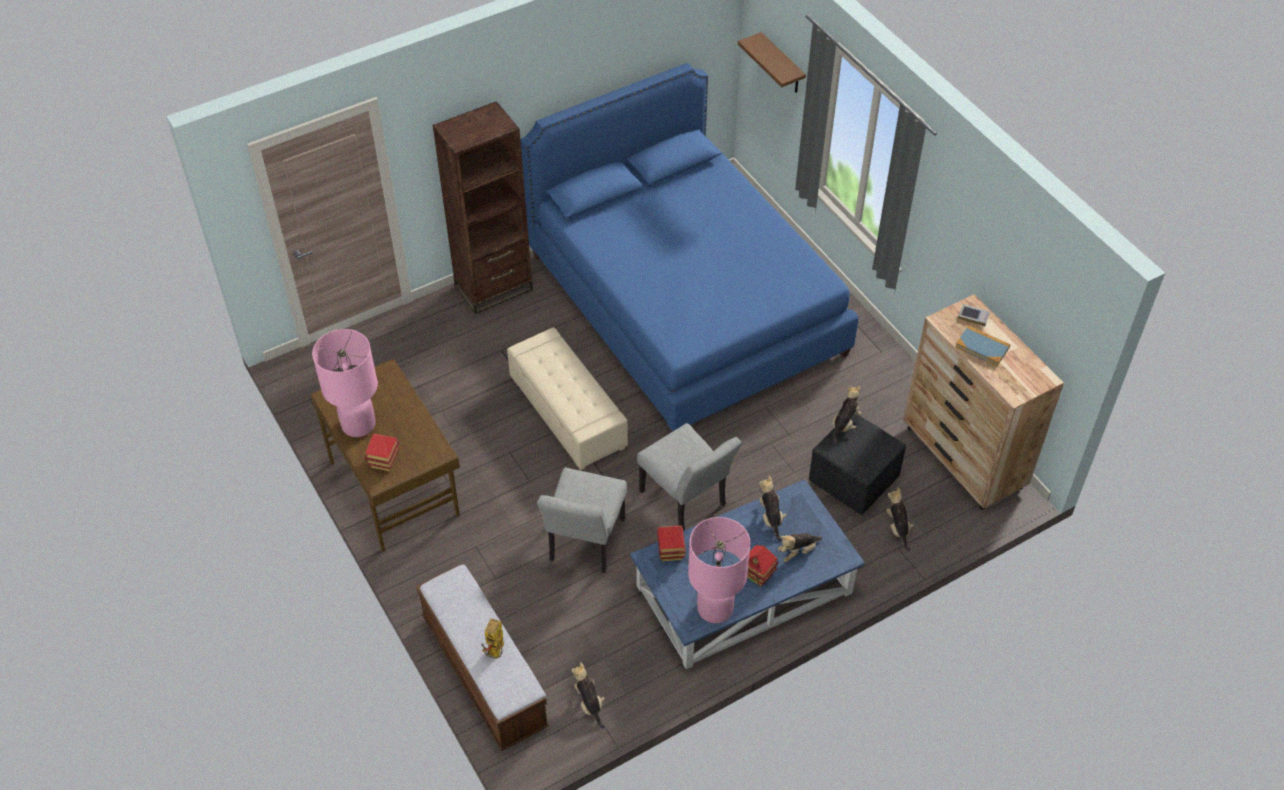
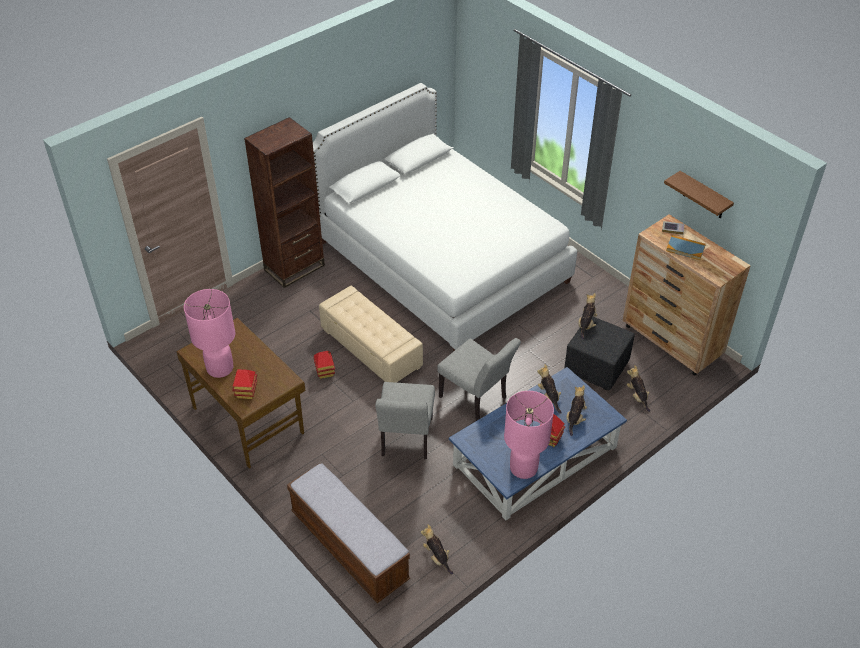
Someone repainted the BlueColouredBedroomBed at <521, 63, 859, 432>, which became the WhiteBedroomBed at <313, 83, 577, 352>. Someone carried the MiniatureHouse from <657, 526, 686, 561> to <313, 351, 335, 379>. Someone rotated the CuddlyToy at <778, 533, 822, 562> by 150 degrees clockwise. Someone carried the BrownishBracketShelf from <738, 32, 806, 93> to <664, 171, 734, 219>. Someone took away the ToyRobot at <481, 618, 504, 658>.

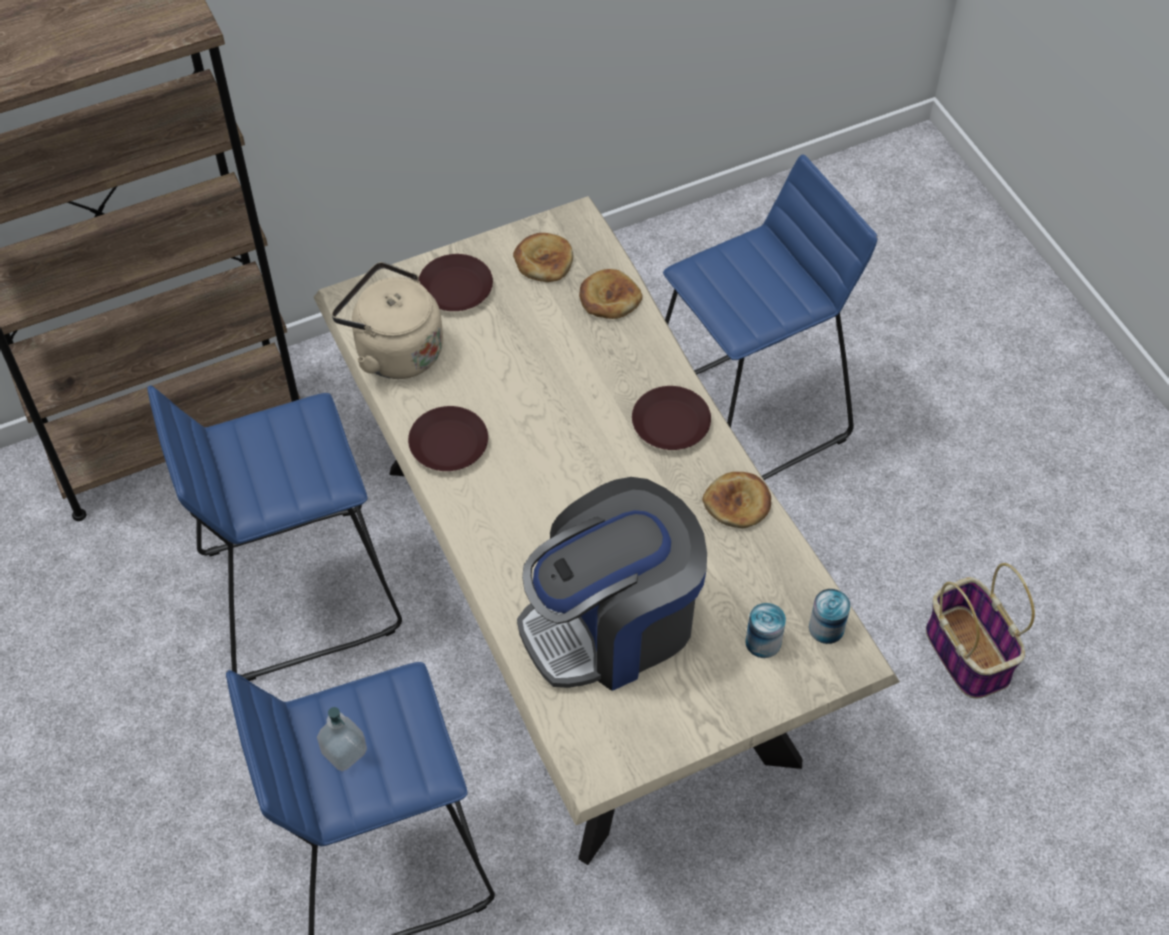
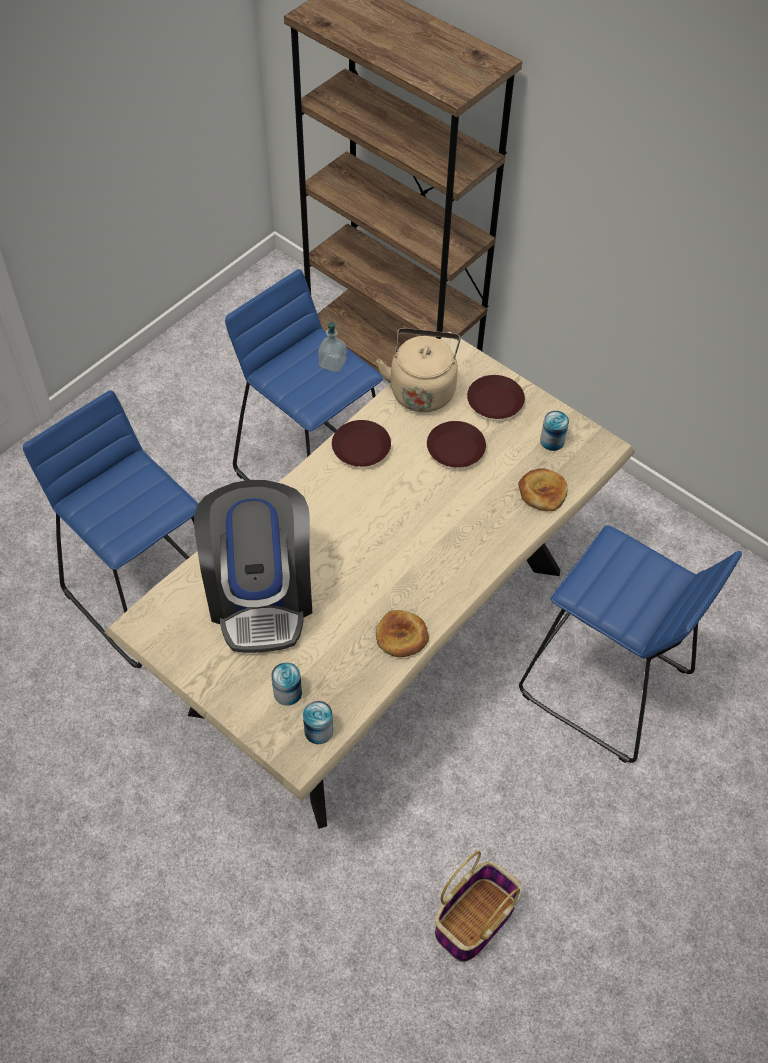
Someone rotated the CoffeeMaker at <517, 477, 707, 691> by 135 degrees counterclockwise. Someone carried the LiquidSoapBottle from <317, 707, 367, 771> to <318, 322, 346, 372>. Someone carried the BrownishPlate from <632, 386, 711, 450> to <427, 421, 486, 468>. Someone swapped the BakeryBread at <513, 233, 573, 282> for the SealedCan at <540, 411, 569, 451>.

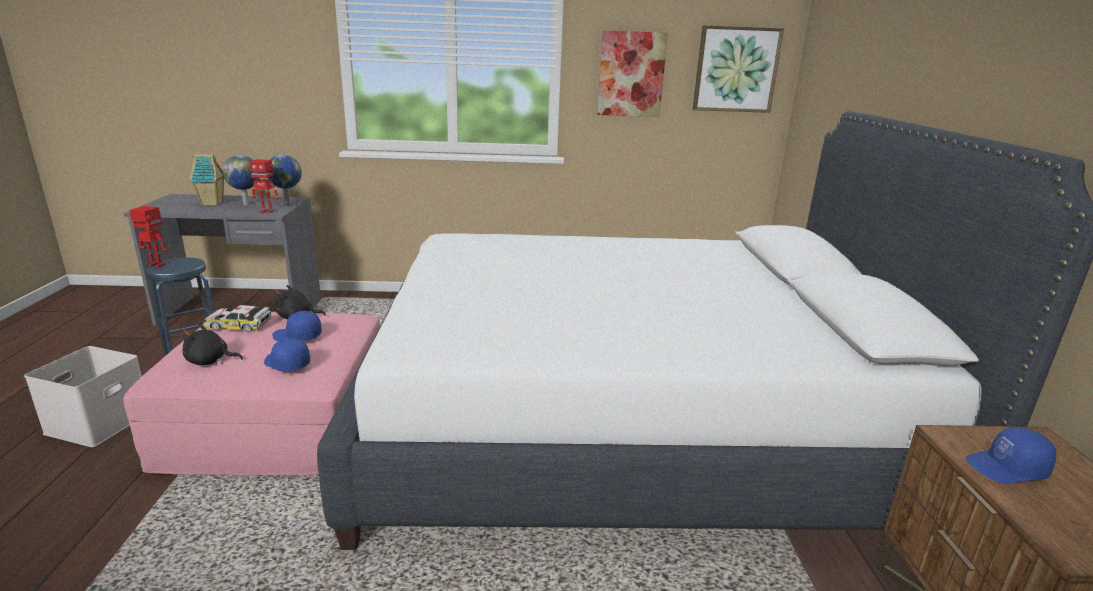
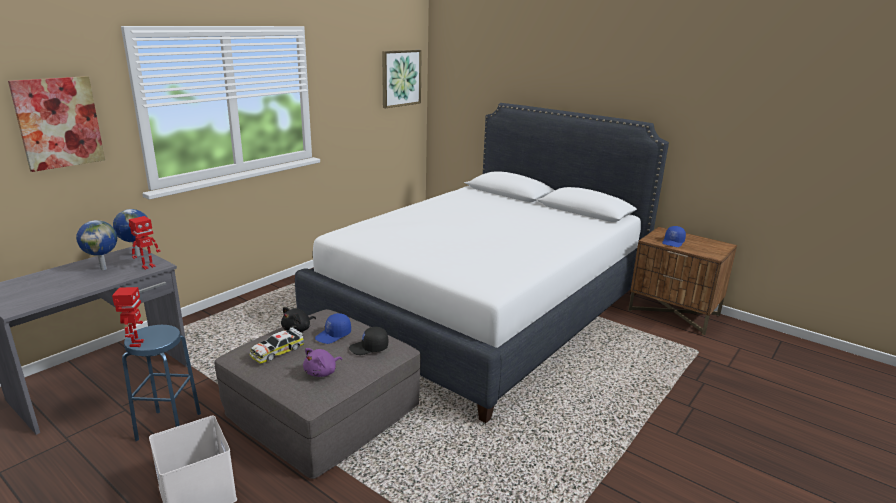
Someone carried the WallPicture from <597, 30, 668, 117> to <8, 76, 105, 172>. Someone rotated the ToyRobot at <129, 206, 170, 267> by 120 degrees clockwise. Someone repainted the PinkishPouffe at <123, 312, 380, 476>, which became the GreyishPouffe at <215, 309, 421, 479>. Someone repainted the BlackColouredCuddlyToy at <183, 323, 243, 365>, which became the PurpleCuddlyToy at <303, 348, 342, 377>. Someone repainted the BlueColouredCap at <264, 338, 310, 371>, which became the BlackColouredCap at <349, 327, 388, 355>. Someone took away the MiniatureHouse at <189, 154, 224, 205>.

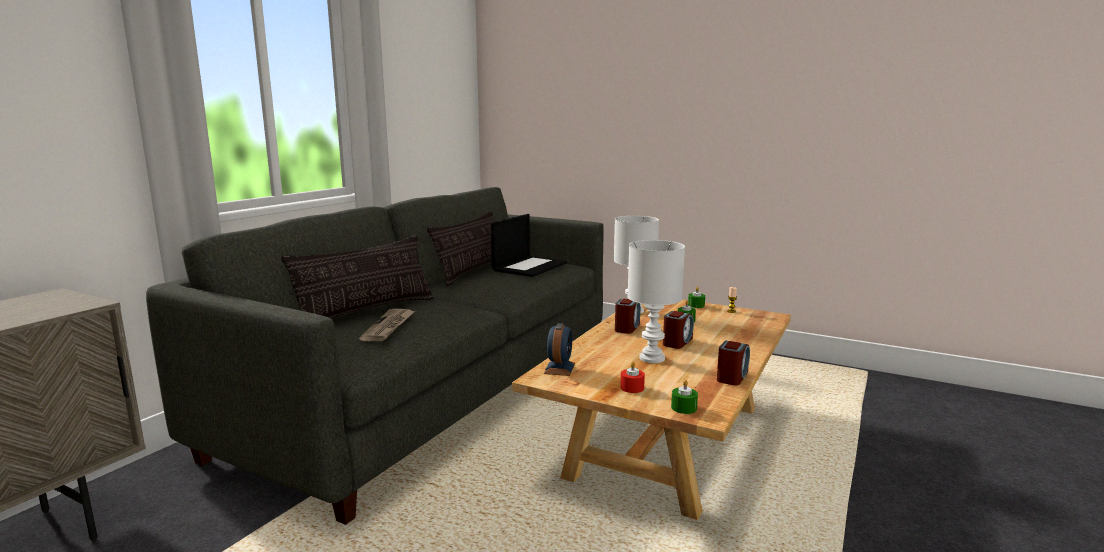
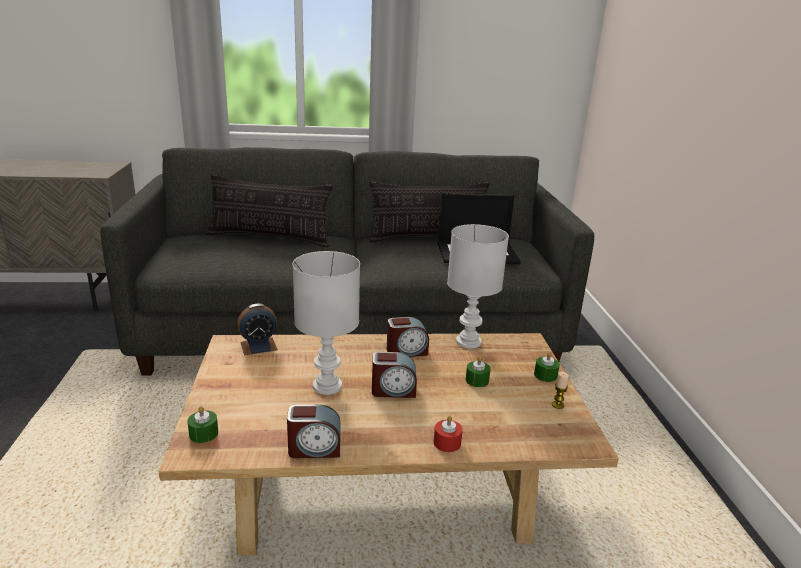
Someone carried the RedWaxCandle from <620, 361, 645, 393> to <434, 416, 463, 452>. Someone took away the Newspaper at <359, 309, 415, 341>.

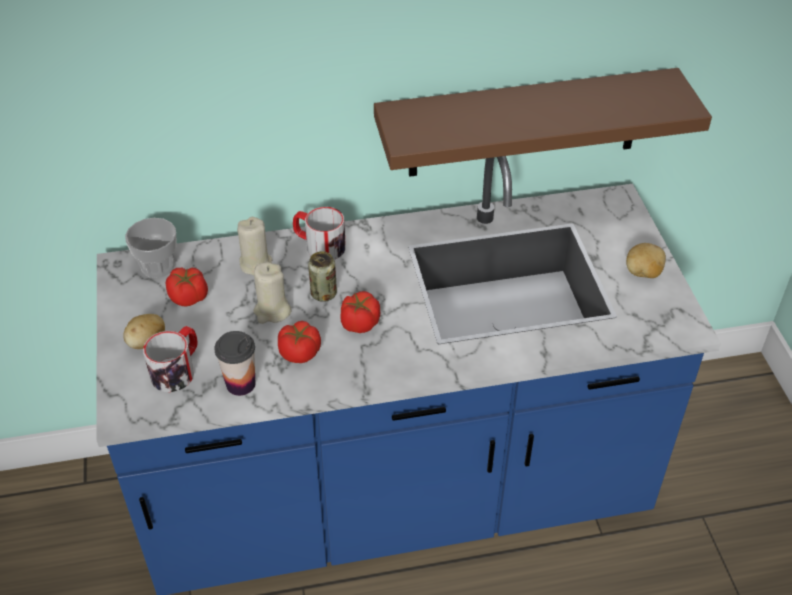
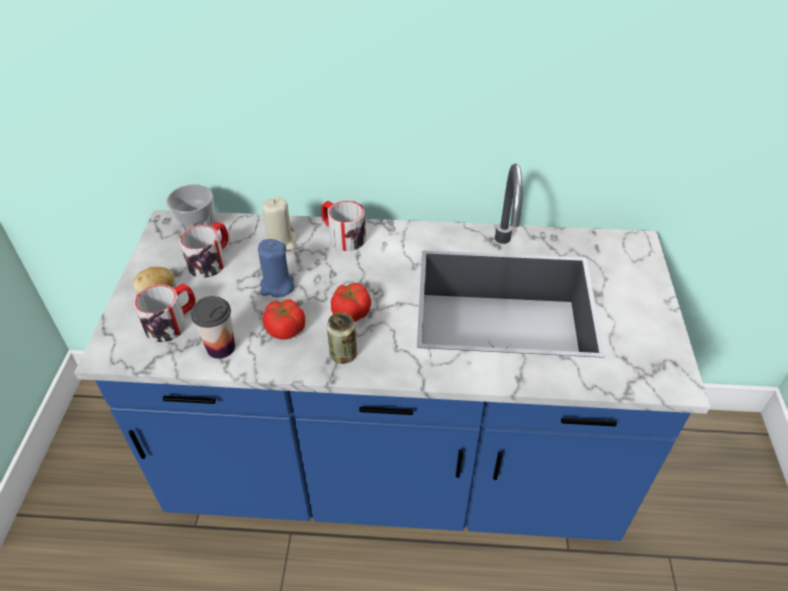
Someone swapped the Tomato at <166, 268, 208, 306> for the TeaMug at <179, 222, 229, 278>. Someone repainted the BeigeColouredWaxCandle at <253, 262, 292, 324>, which became the BlueColouredWaxCandle at <258, 239, 294, 297>. Someone carried the SealedCan from <308, 251, 337, 302> to <327, 312, 357, 364>. Someone took away the BrownishBracketShelf at <374, 68, 712, 177>. Someone took away the Spud at <626, 243, 666, 278>.

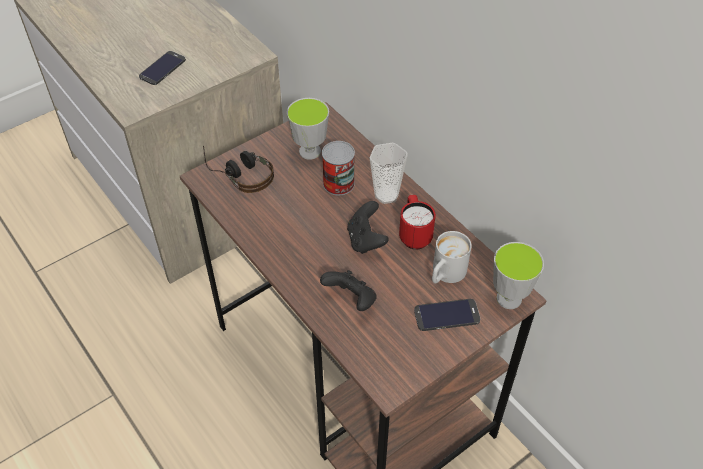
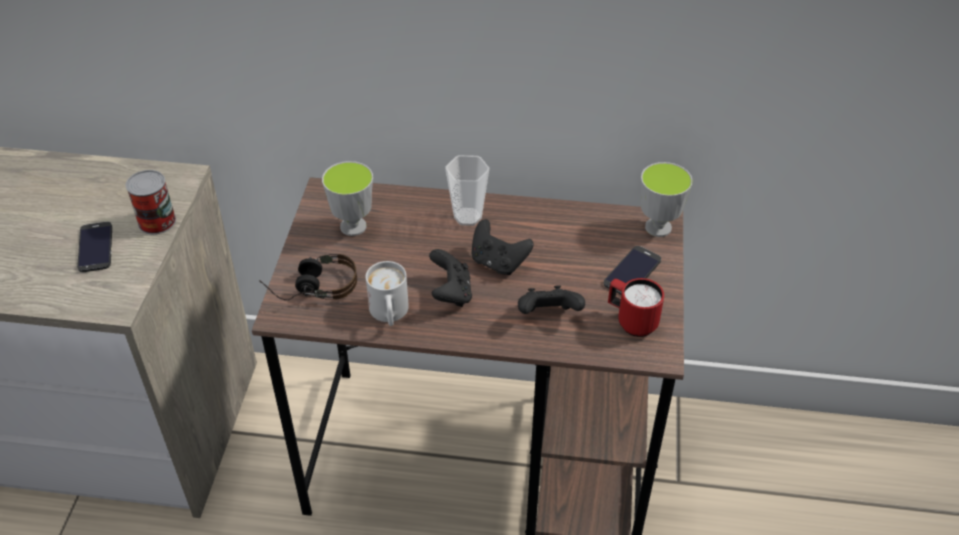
Someone carried the SealedCan from <322, 141, 355, 195> to <126, 170, 176, 234>. Someone carried the WhiteTeaMug from <432, 231, 472, 284> to <366, 261, 409, 326>. Someone put down the BlackColouredGamepad at <429, 249, 472, 307>. Someone carried the RedTeaMug from <399, 195, 436, 249> to <608, 278, 664, 337>.

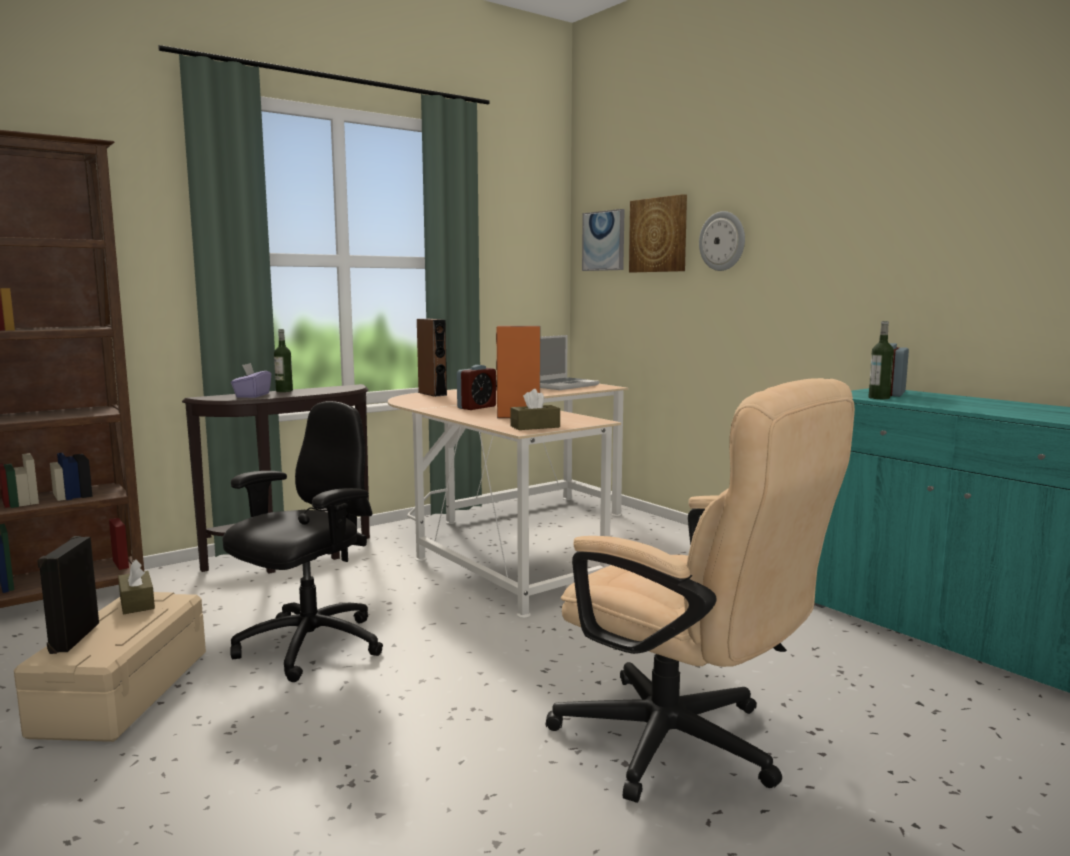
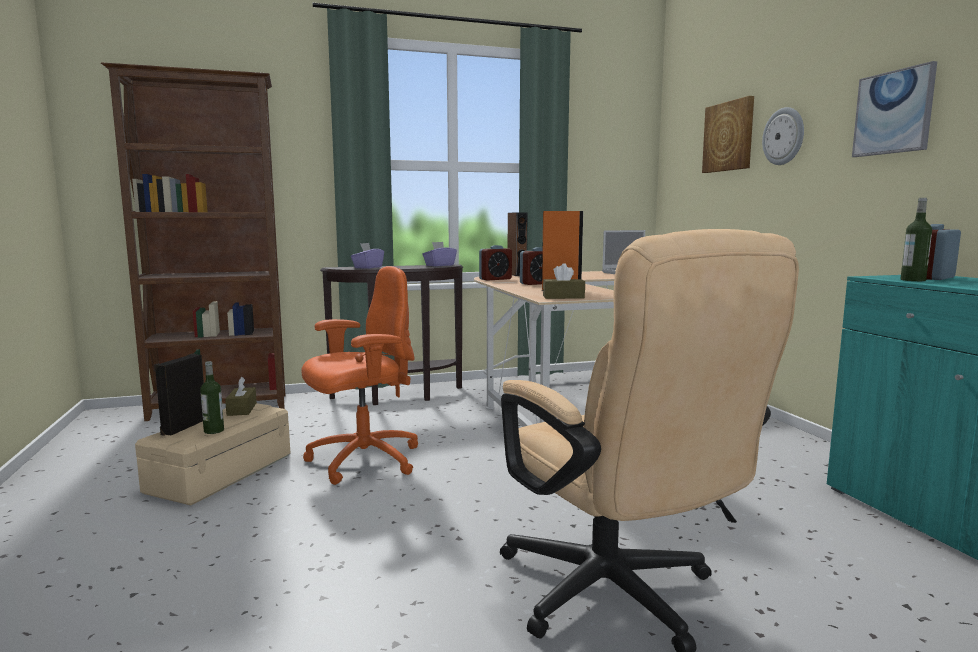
Someone carried the Bottle from <274, 329, 293, 392> to <200, 361, 224, 434>. Someone repainted the BlackColouredDeskChair at <222, 401, 383, 682>, which became the OrangeyDeskChair at <301, 266, 418, 485>. Someone put down the PurpleBoxOfTissues at <422, 242, 457, 266>. Someone put down the BedsideClock at <479, 245, 512, 281>. Someone carried the WallPicture from <582, 209, 625, 271> to <852, 61, 937, 157>.

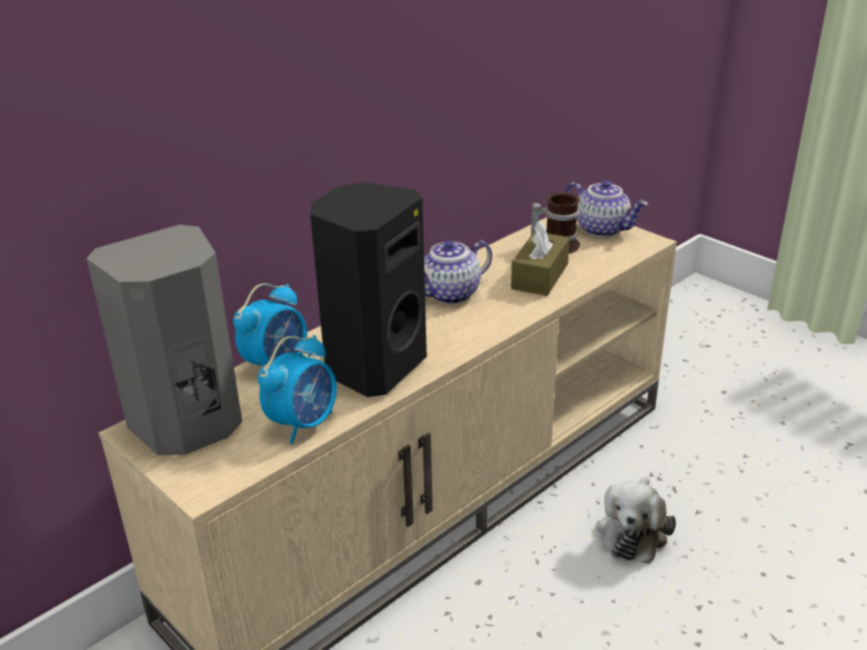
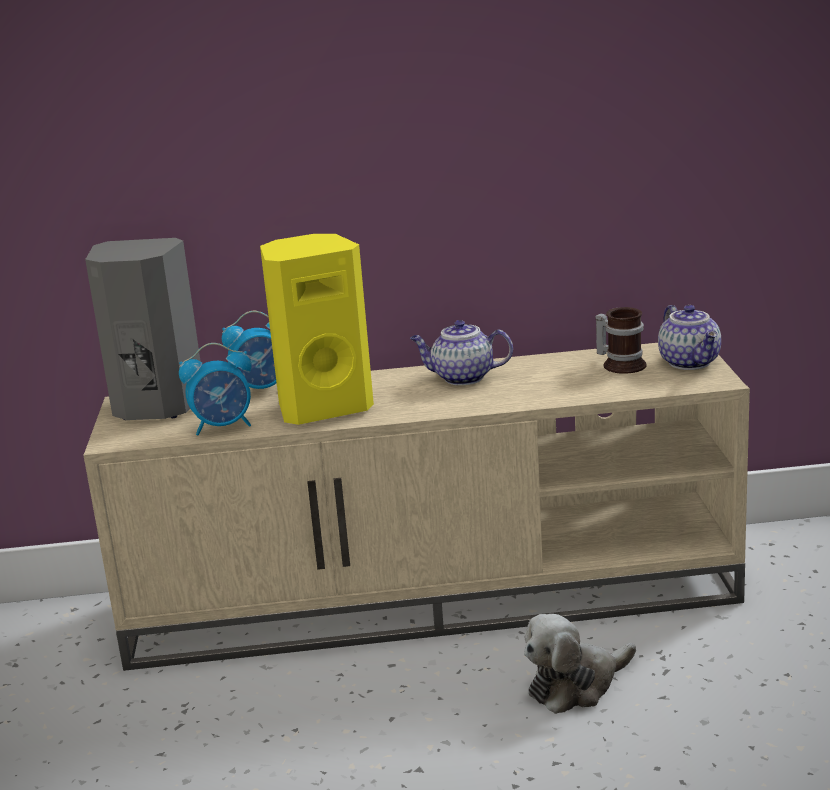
Someone repainted the BlackColouredSpeaker at <310, 182, 427, 397>, which became the YellowishSpeaker at <260, 234, 374, 425>. Someone took away the BrownishBoxOfTissues at <511, 220, 570, 296>.

